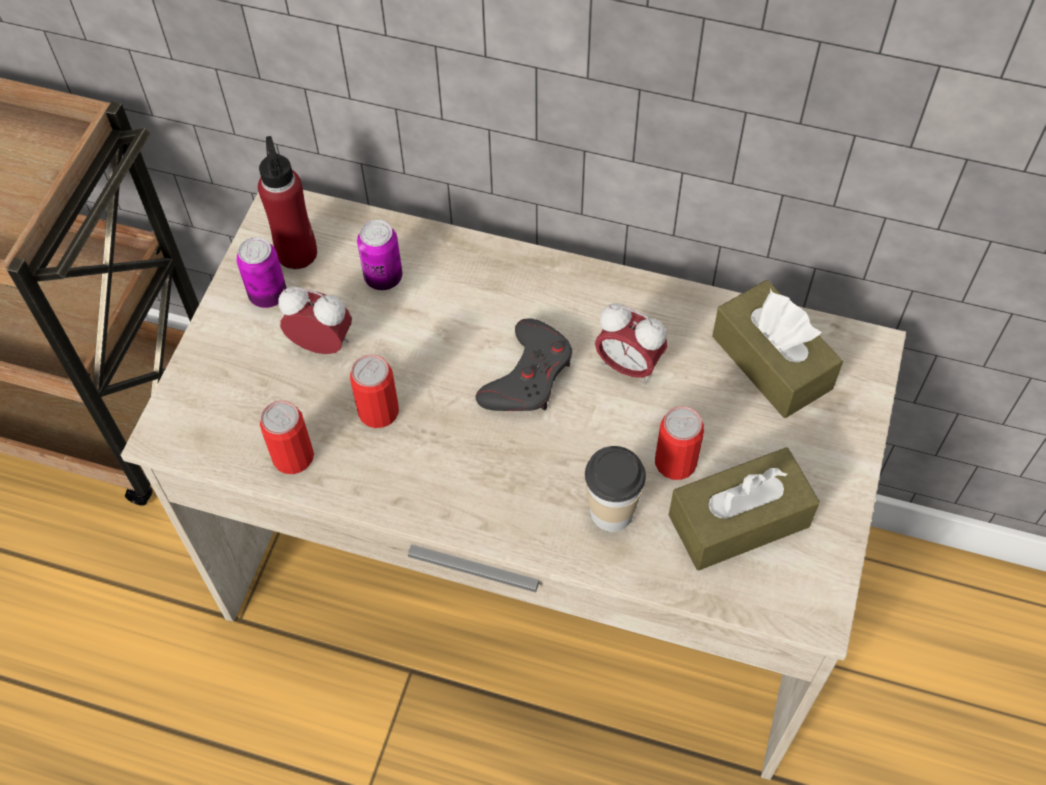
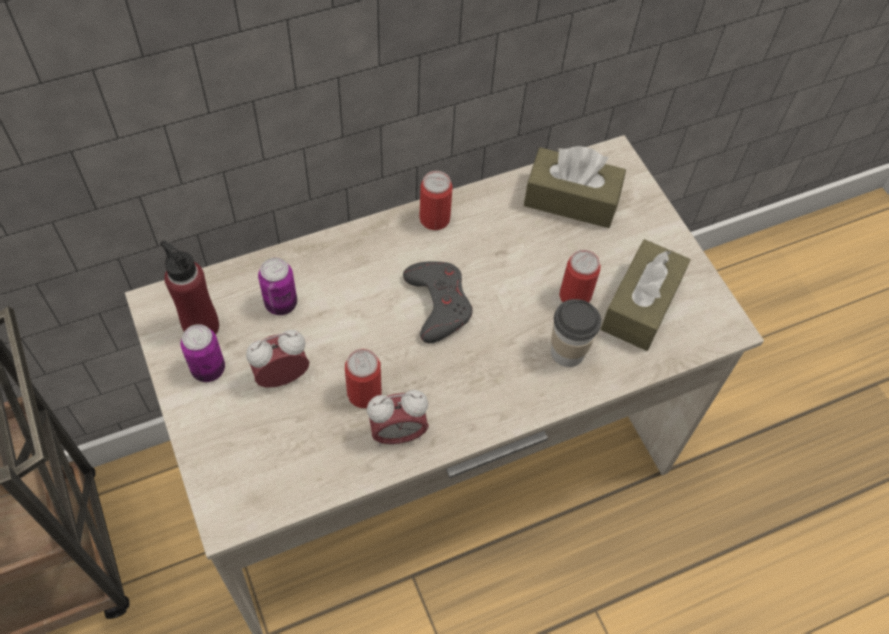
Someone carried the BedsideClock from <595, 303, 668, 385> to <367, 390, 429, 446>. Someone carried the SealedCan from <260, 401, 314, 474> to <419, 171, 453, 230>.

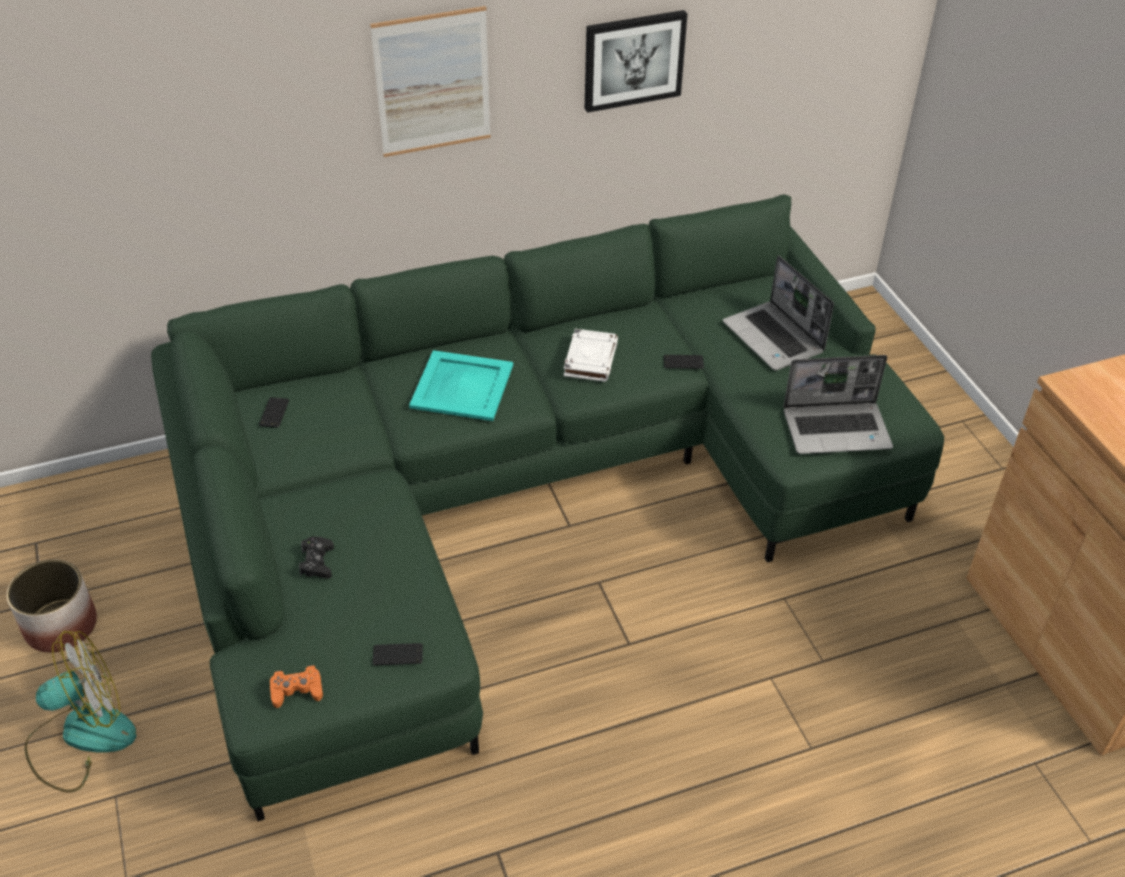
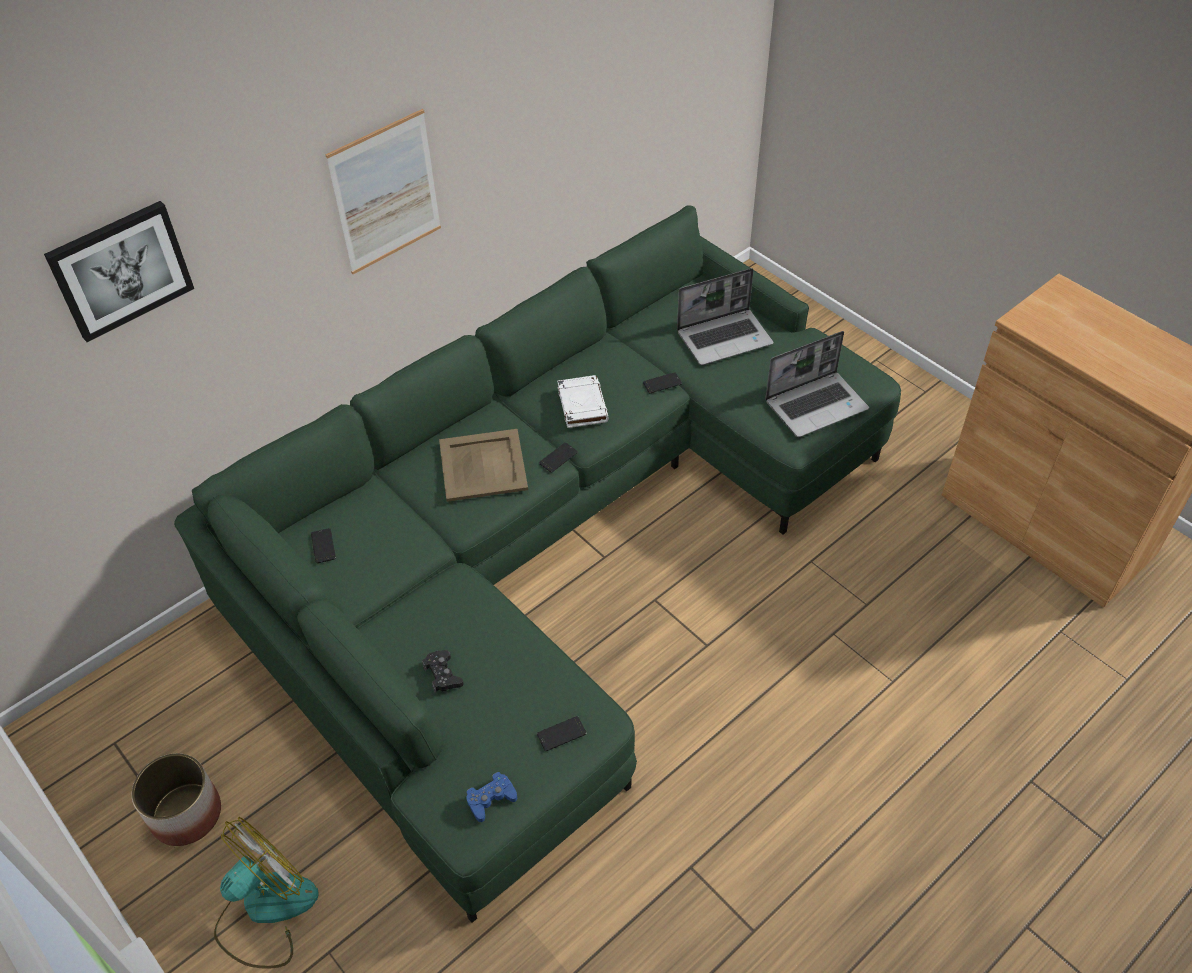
Someone carried the WallPicture from <585, 10, 687, 113> to <44, 201, 194, 342>. Someone repainted the TurquoiseServingTray at <409, 350, 513, 421>, which became the BeigeColouredServingTray at <439, 429, 528, 502>. Someone repainted the OrangeyGamepad at <270, 665, 323, 708>, which became the BlueColouredGamepad at <466, 772, 517, 822>. Someone put down the Telephone at <539, 443, 578, 472>. Someone rotated the Laptop at <723, 255, 834, 370> by 60 degrees counterclockwise.

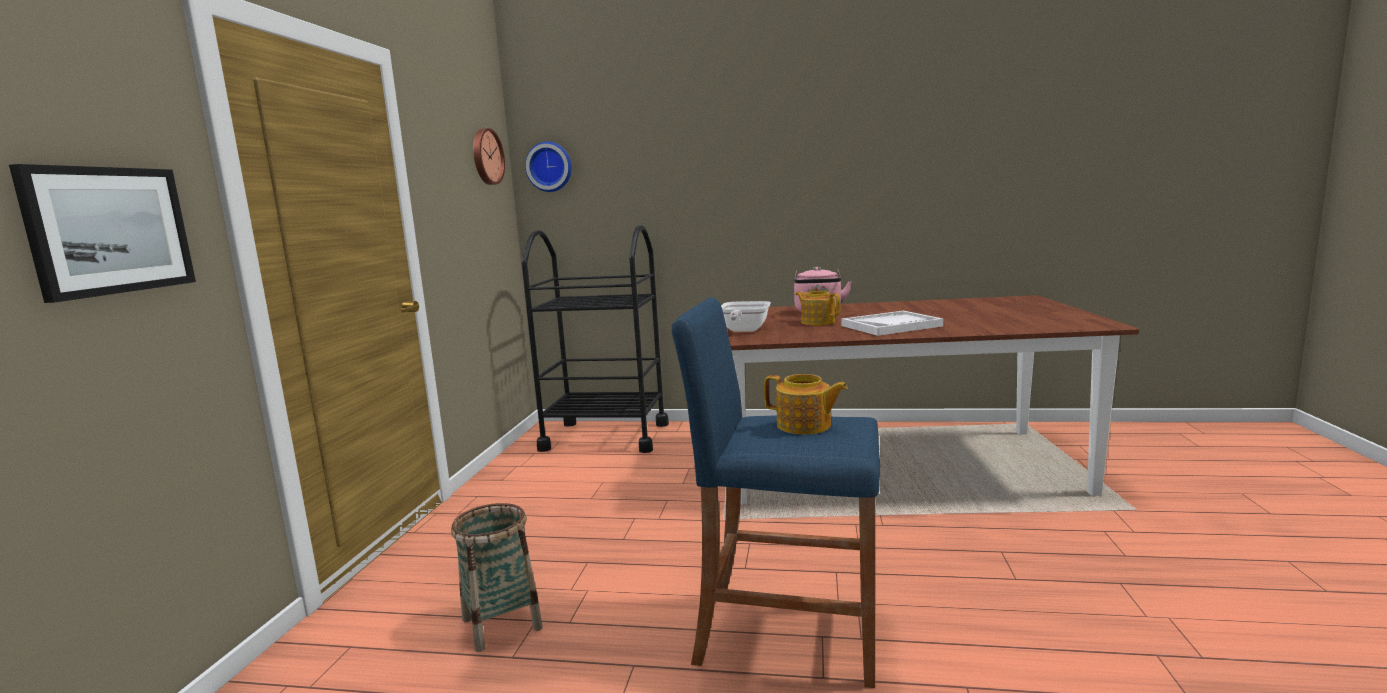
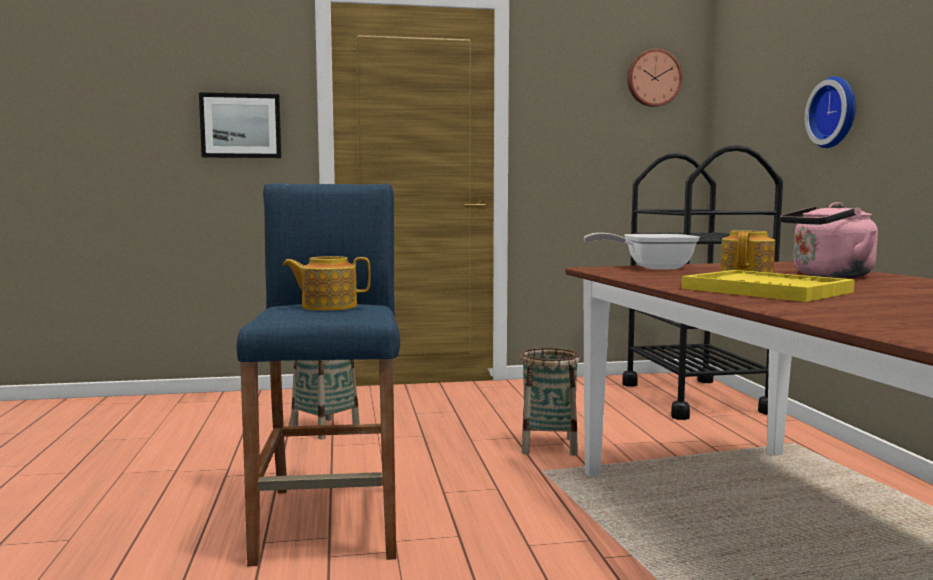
Someone rotated the Teapot at <764, 374, 848, 434> by 75 degrees clockwise. Someone put down the Basket at <521, 348, 580, 456>. Someone repainted the WhiteServingTray at <842, 311, 943, 336>, which became the YellowishServingTray at <681, 270, 854, 302>. Someone carried the WallClock from <525, 142, 572, 192> to <805, 76, 856, 148>.

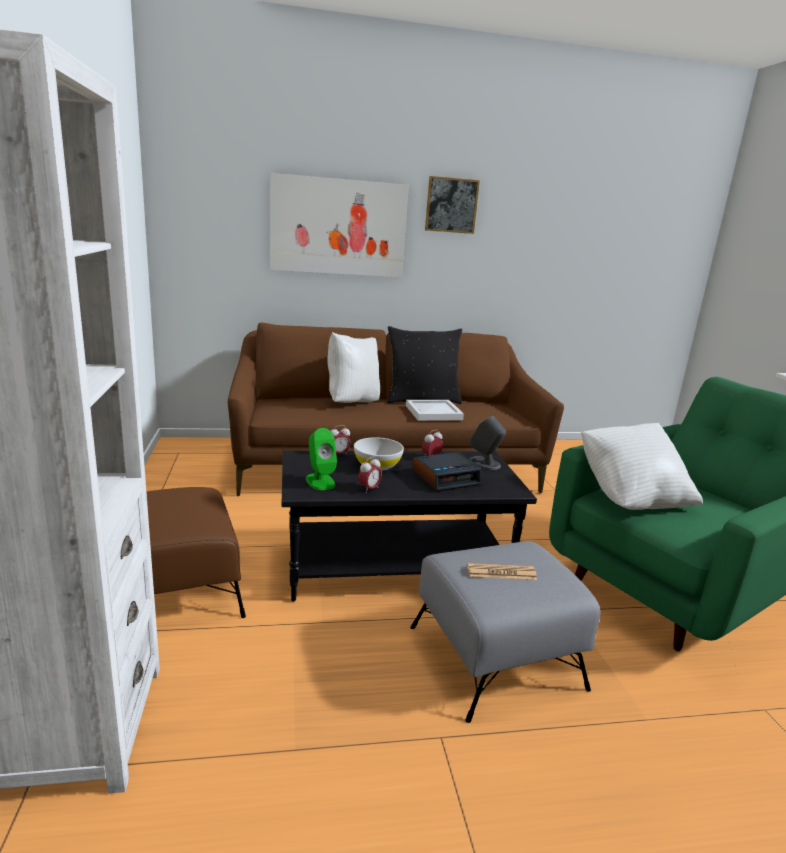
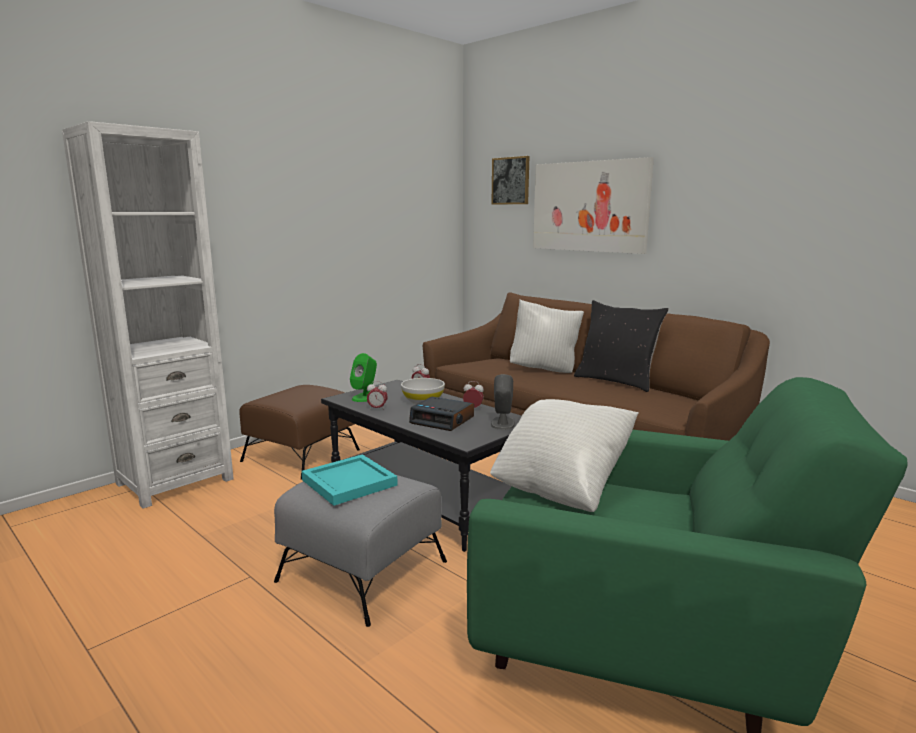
Someone swapped the Newspaper at <467, 563, 537, 580> for the TurquoiseServingTray at <302, 454, 398, 506>. Someone carried the WallPicture from <425, 176, 480, 234> to <492, 156, 529, 205>. Someone took away the WhiteServingTray at <406, 400, 464, 421>.

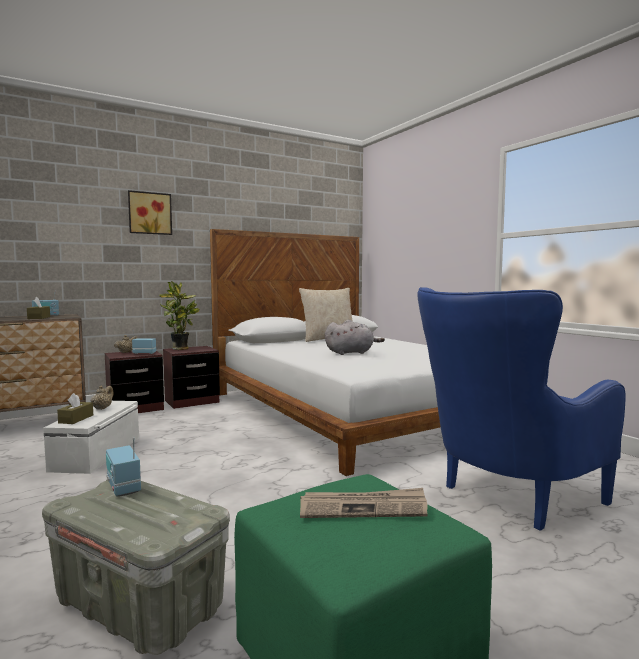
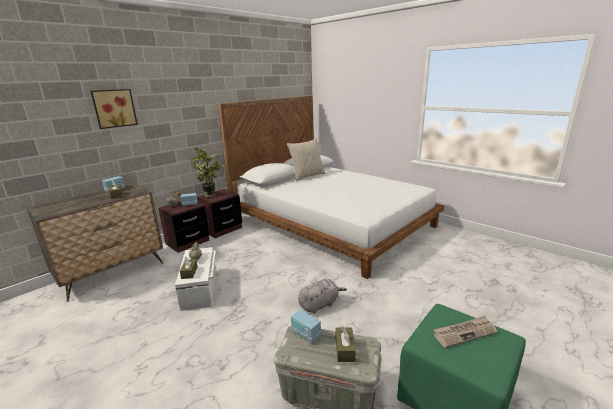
Someone carried the WallPicture from <128, 190, 172, 235> to <91, 89, 138, 129>. Someone carried the GreyishCuddlyToy from <325, 320, 385, 355> to <298, 279, 347, 314>. Someone put down the BrownishBoxOfTissues at <336, 326, 356, 362>. Someone took away the BlueColouredEasyChair at <417, 287, 626, 530>.

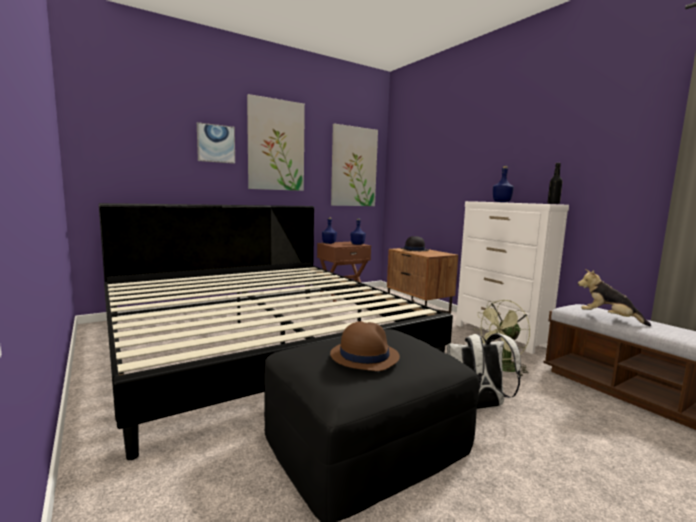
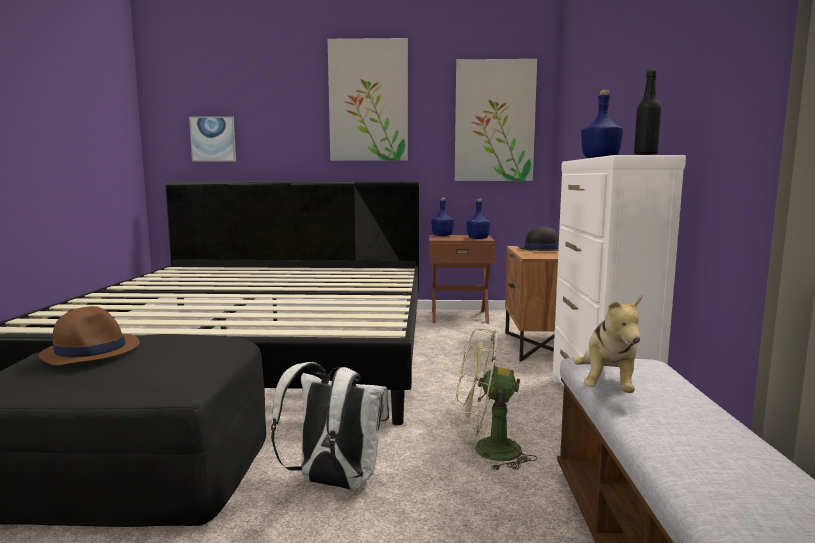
Someone carried the WallPicture from <197, 122, 235, 164> to <189, 116, 236, 162>. Someone rotated the CuddlyToy at <578, 269, 651, 326> by 150 degrees counterclockwise.

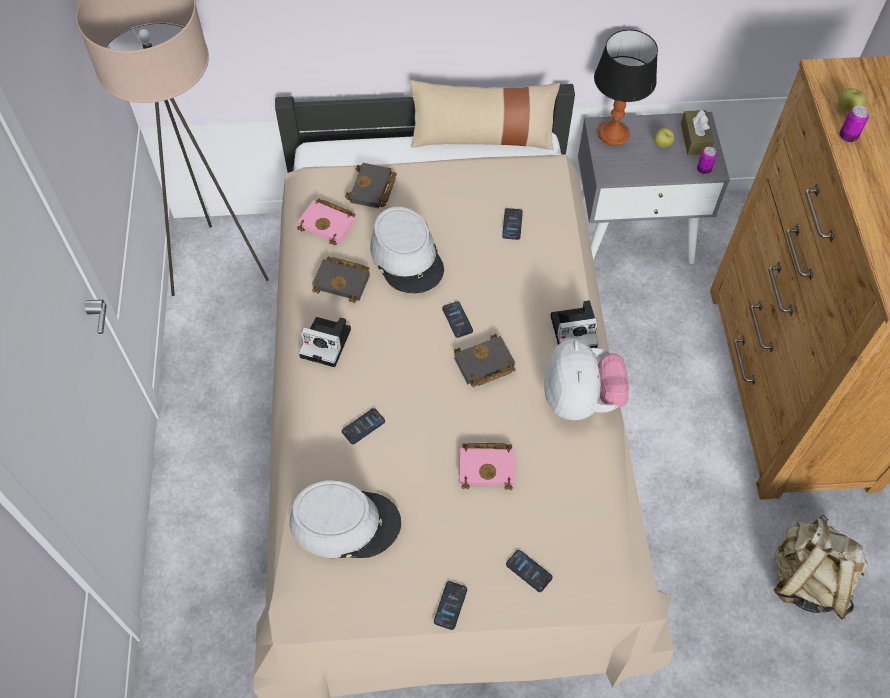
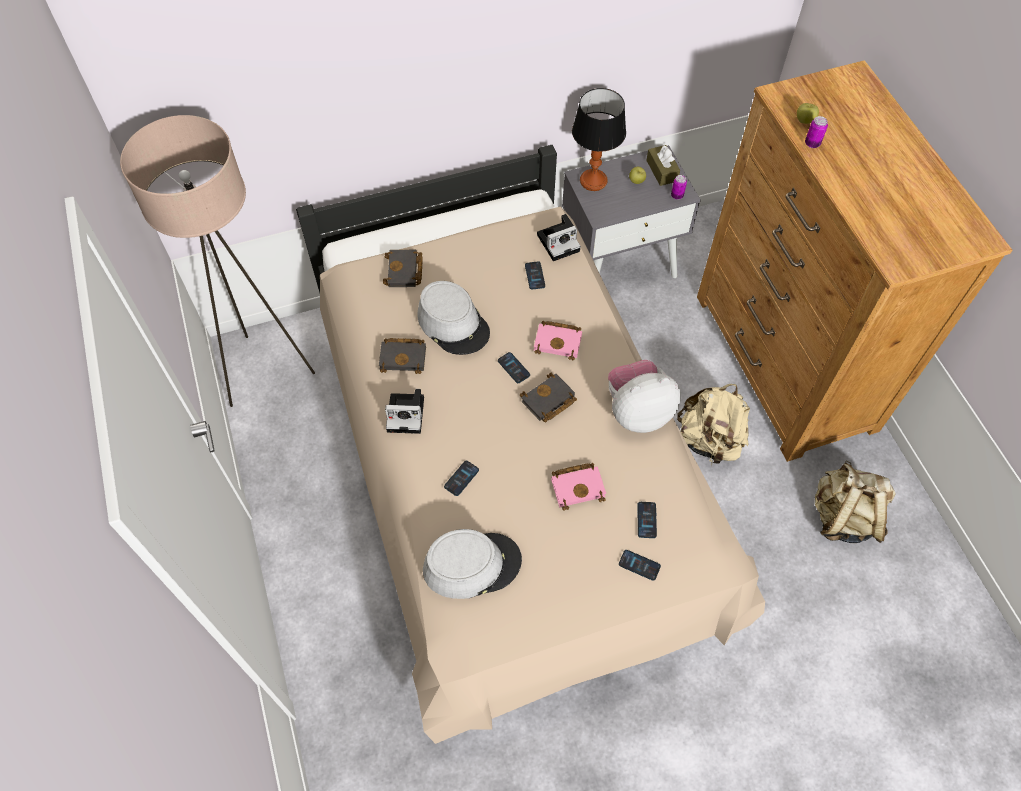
Someone carried the PinkishBoundBook from <297, 199, 355, 245> to <534, 321, 582, 360>. Someone carried the PhotoCamera from <550, 300, 598, 348> to <537, 214, 581, 261>. Someone rotated the CuddlyToy at <544, 339, 629, 420> by 90 degrees counterclockwise. Someone carried the Telephone from <434, 581, 467, 630> to <637, 502, 657, 538>. Someone put down the BeigeColouredRucksack at <677, 384, 750, 466>. Someone took away the BeigeColouredPillow at <410, 80, 560, 150>.

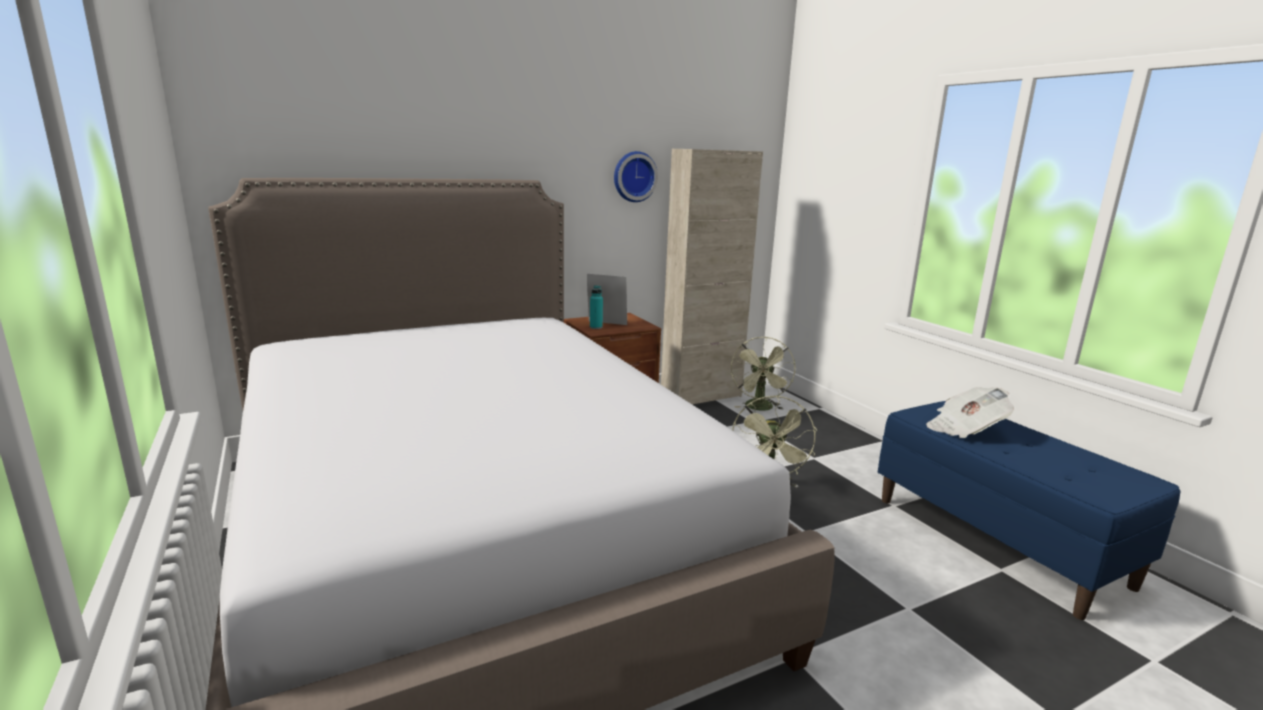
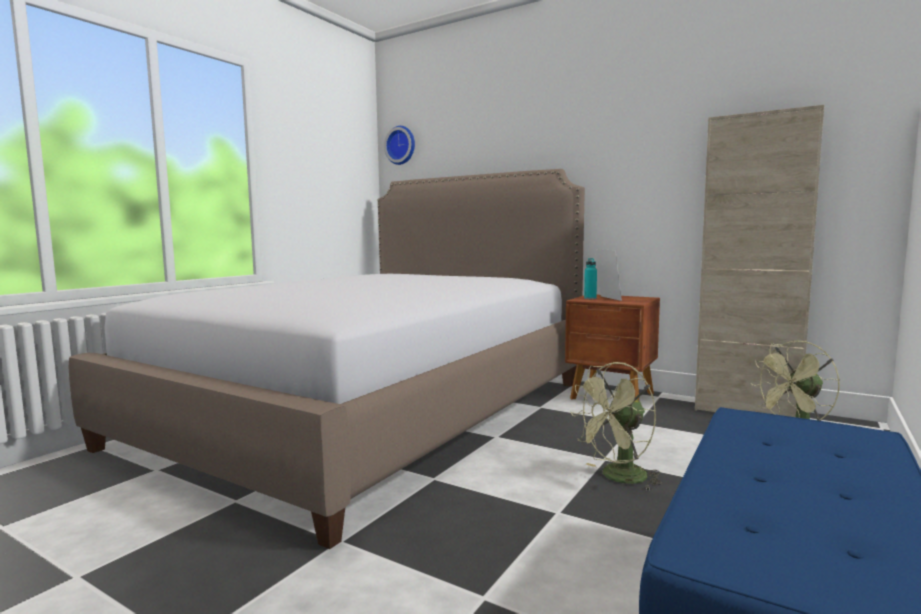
Someone carried the WallClock from <614, 151, 658, 202> to <384, 126, 415, 165>. Someone took away the Newspaper at <926, 387, 1014, 438>.

